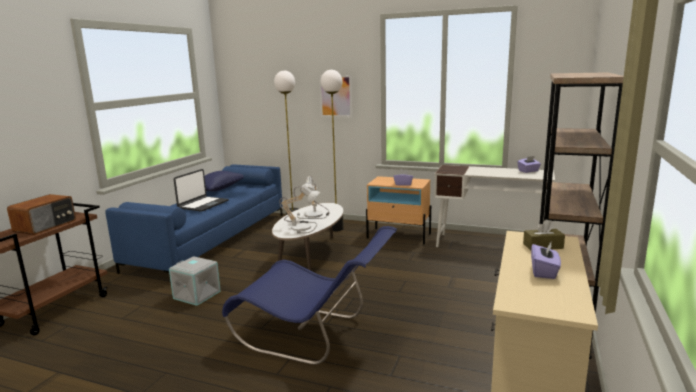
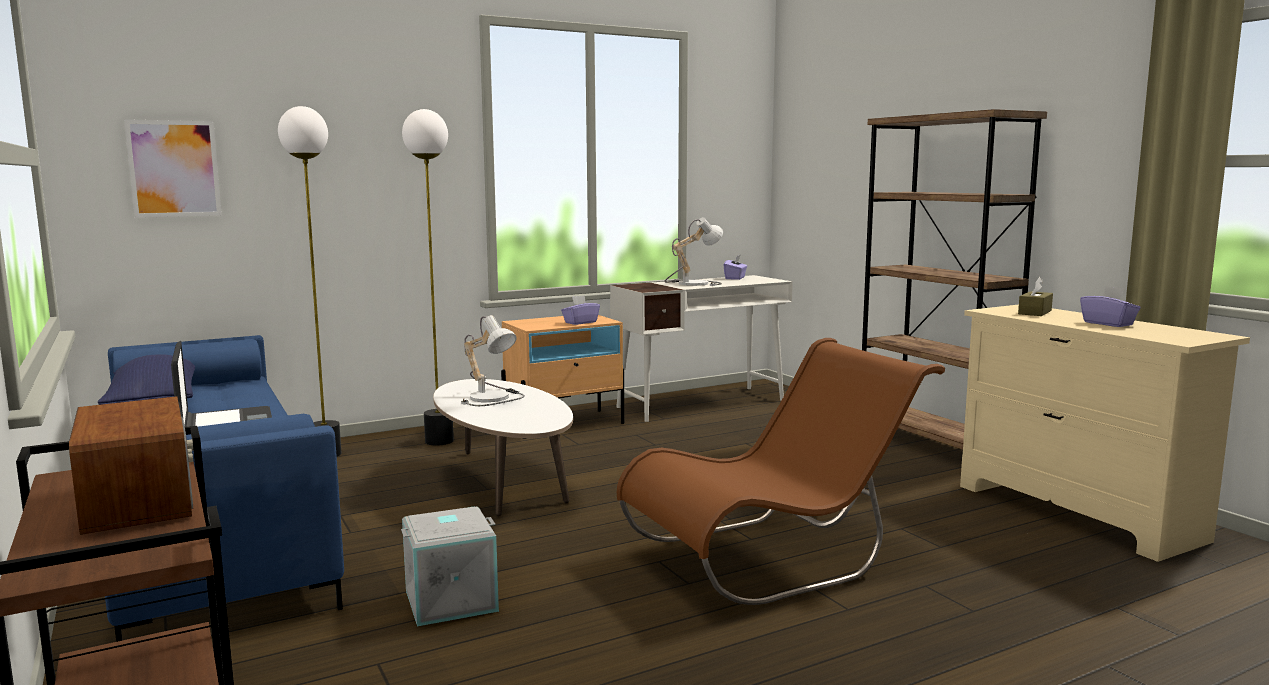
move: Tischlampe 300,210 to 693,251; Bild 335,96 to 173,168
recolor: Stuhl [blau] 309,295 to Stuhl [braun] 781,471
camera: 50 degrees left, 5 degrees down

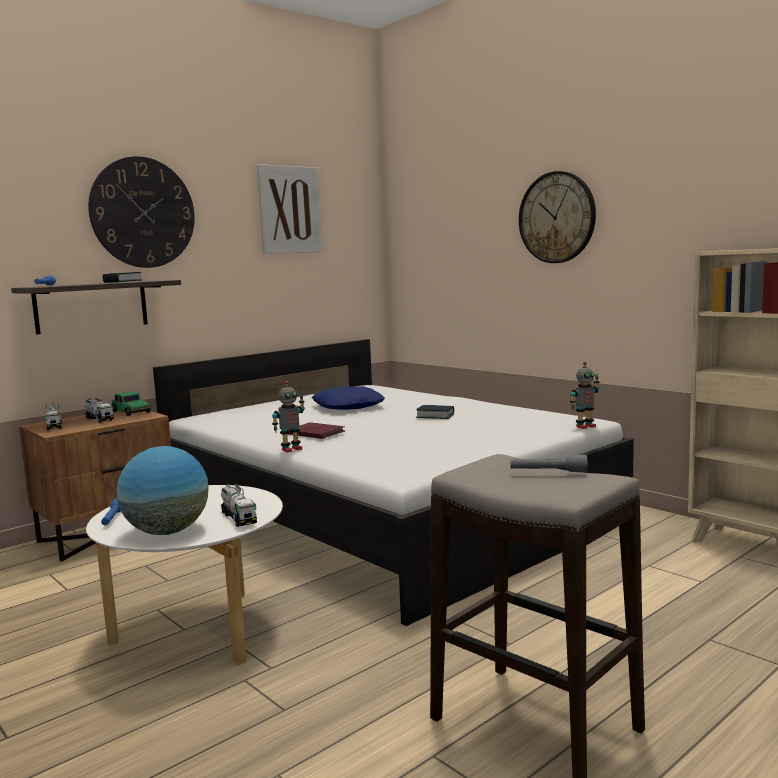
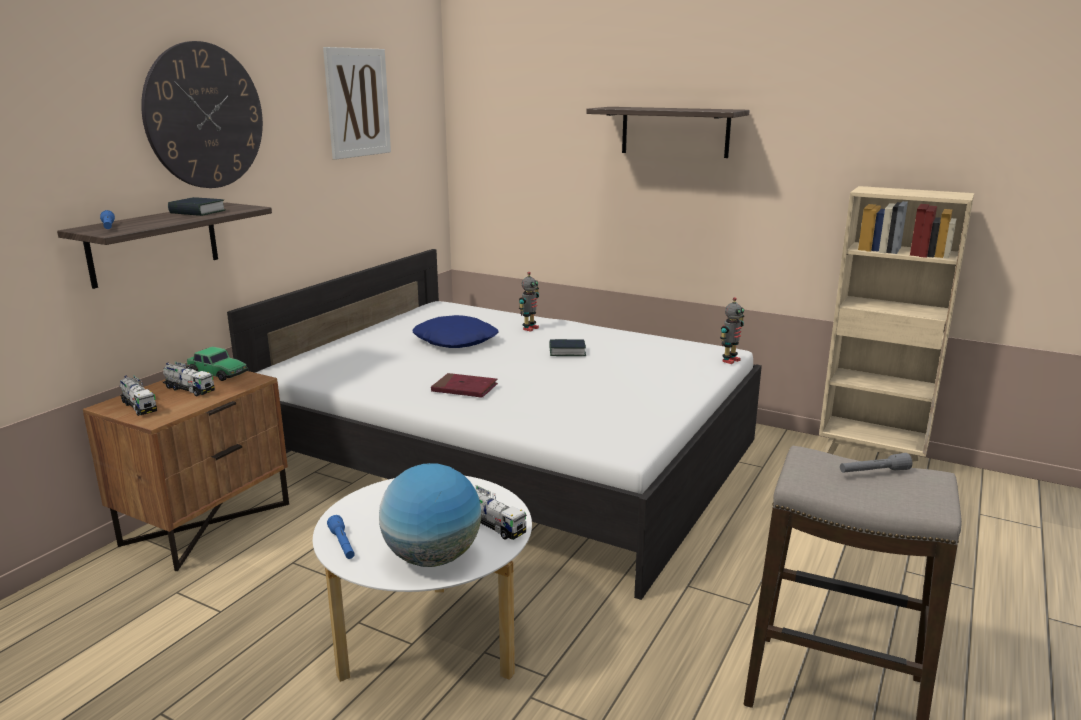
move: Spielzeugroboter 288,416 to 529,302
replace: Wanduhr 557,217 to Wandregal 668,132
camera: 20 degrees left, 10 degrees up

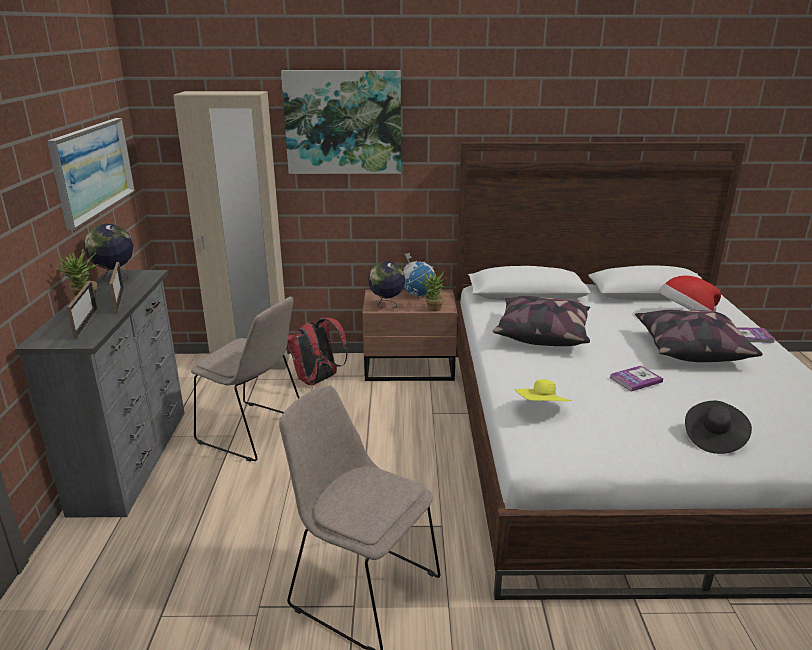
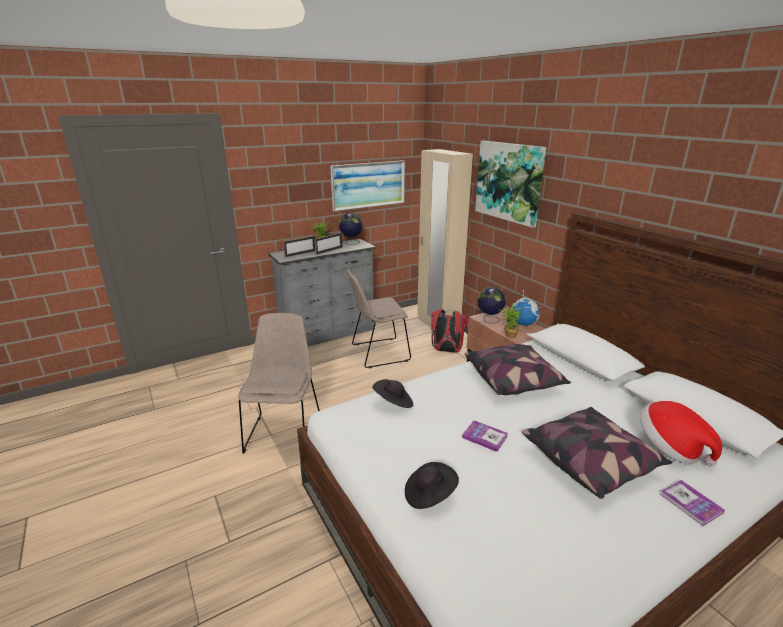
recolor: Hut [gelb] 543,390 to Hut [schwarz] 392,393
rotate: Stuhl [beige] 245,379 = 379,318 75 degrees clockwise
camera: 60 degrees right, 0 degrees up

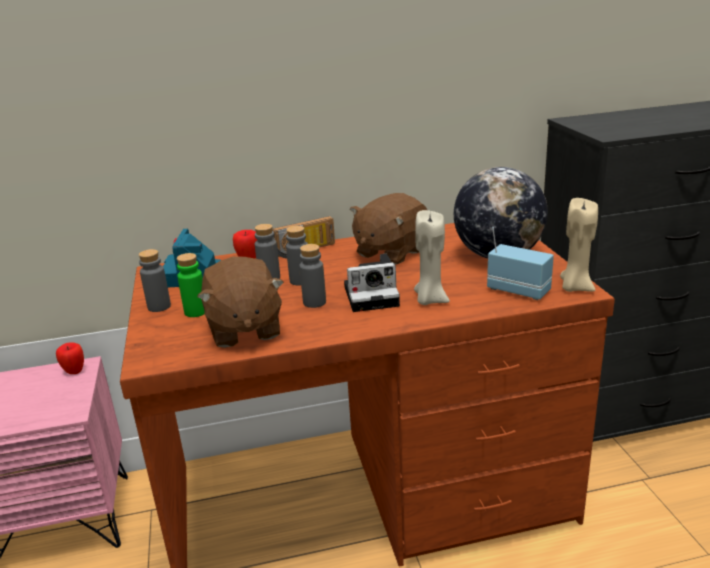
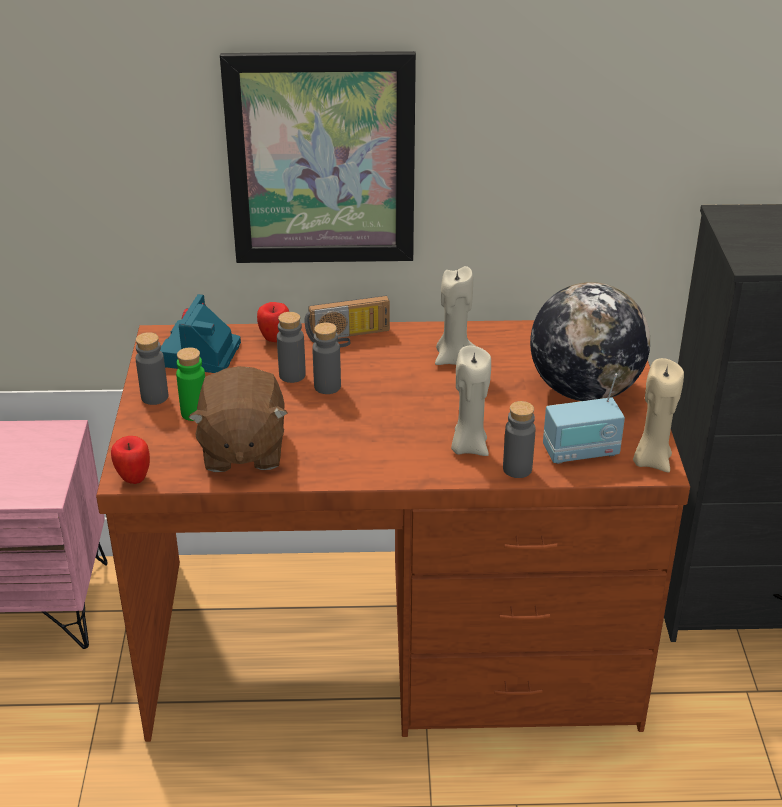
delete: Kamera 372,283
insert: Bild 318,157
move: Apfel 70,358 to 130,460; Flasche [grau] 312,276 to 519,439
replace: Plüschtier [braun] 388,229 to Kerze [beige] 455,315
rotate: Radio 520,263 = 584,419 120 degrees clockwise
camera: 10 degrees right, 10 degrees up

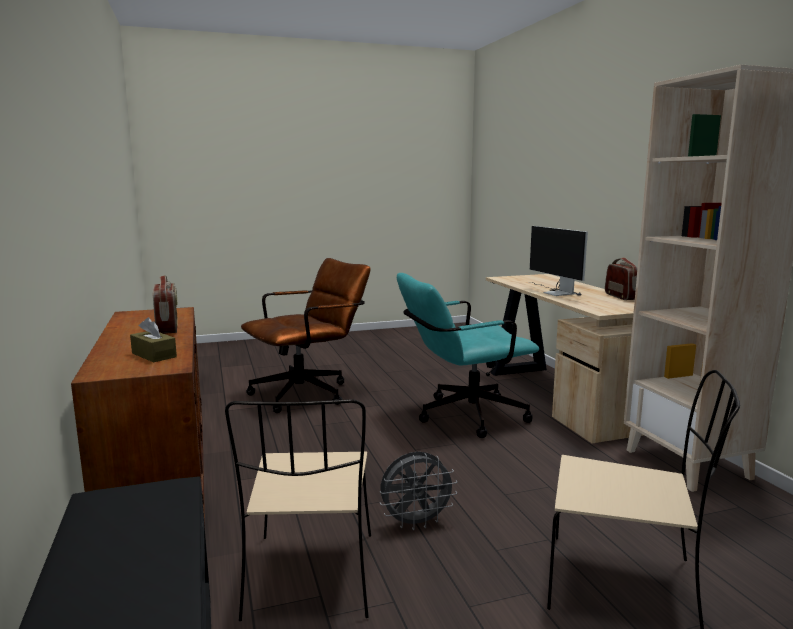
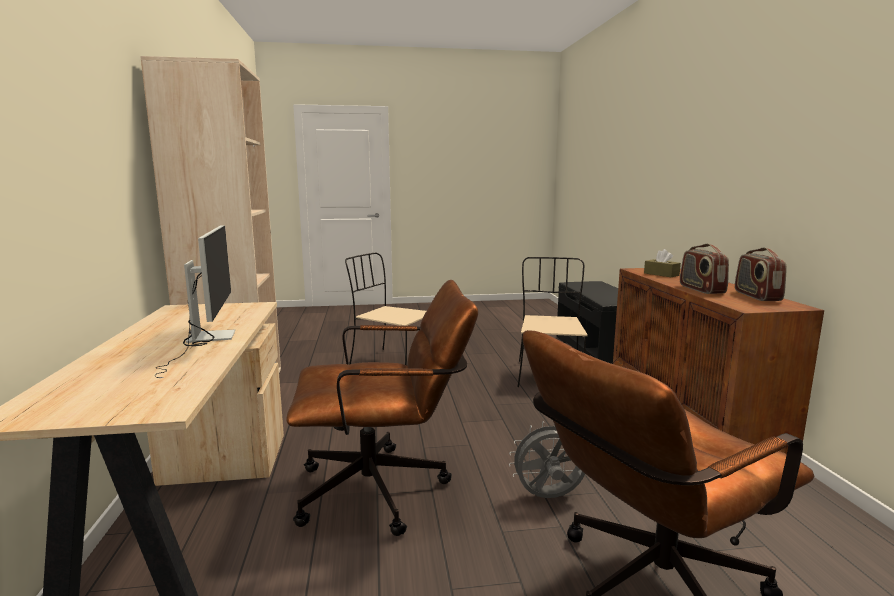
move: Ventilator [grau] 418,490 to 547,459; Radio 621,278 to 761,274
recolor: Bürostuhl [türkis] 468,355 to Bürostuhl [braun] 382,408
camera: 170 degrees left, 0 degrees up

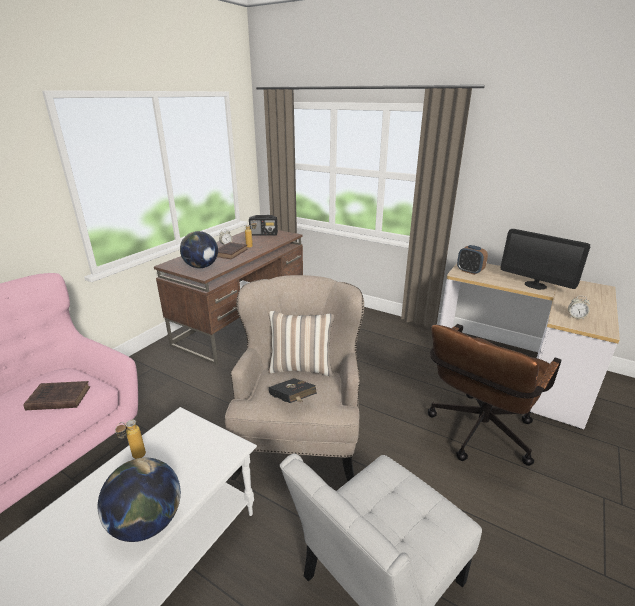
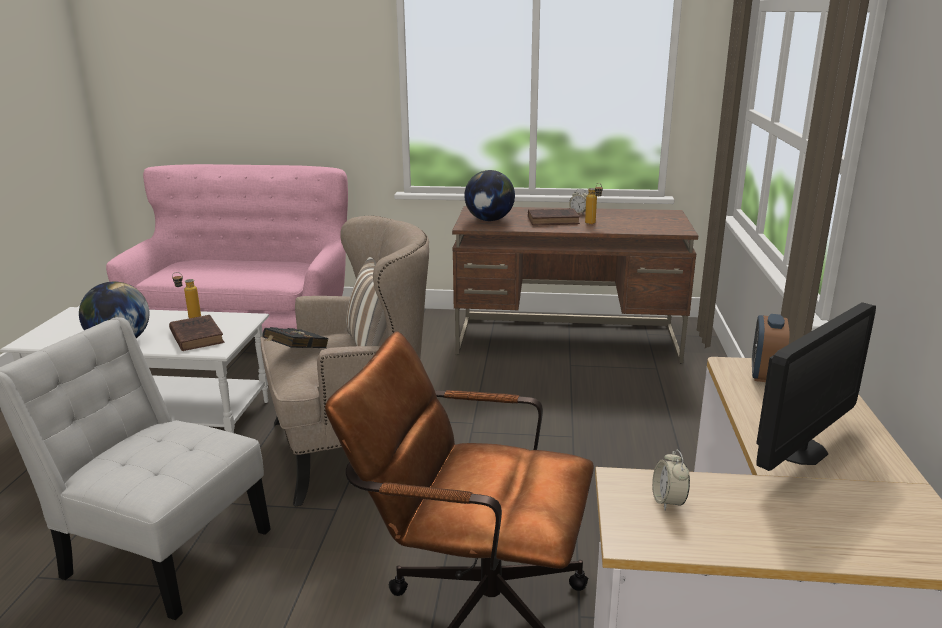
delete: Radio 263,225
move: Buch [braun] 57,395 to 196,333
rotate: Monitor 545,259 = 816,386 150 degrees counterclockwise
camera: 65 degrees right, 5 degrees down

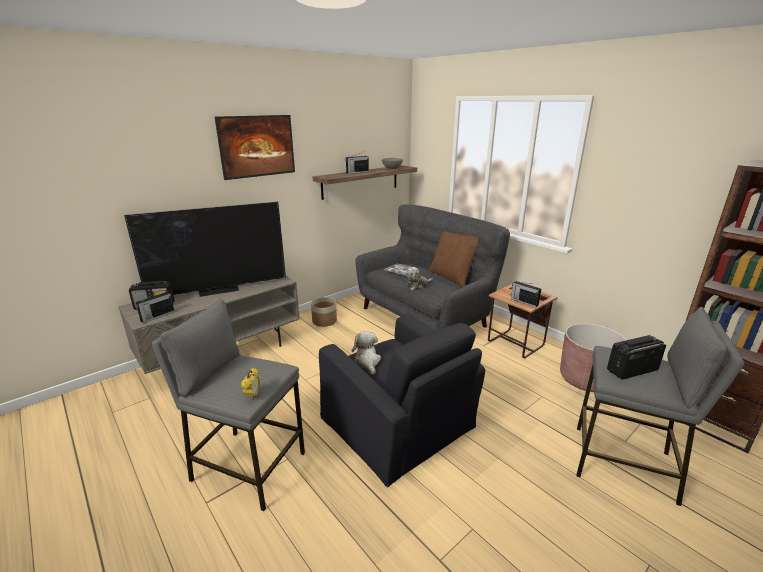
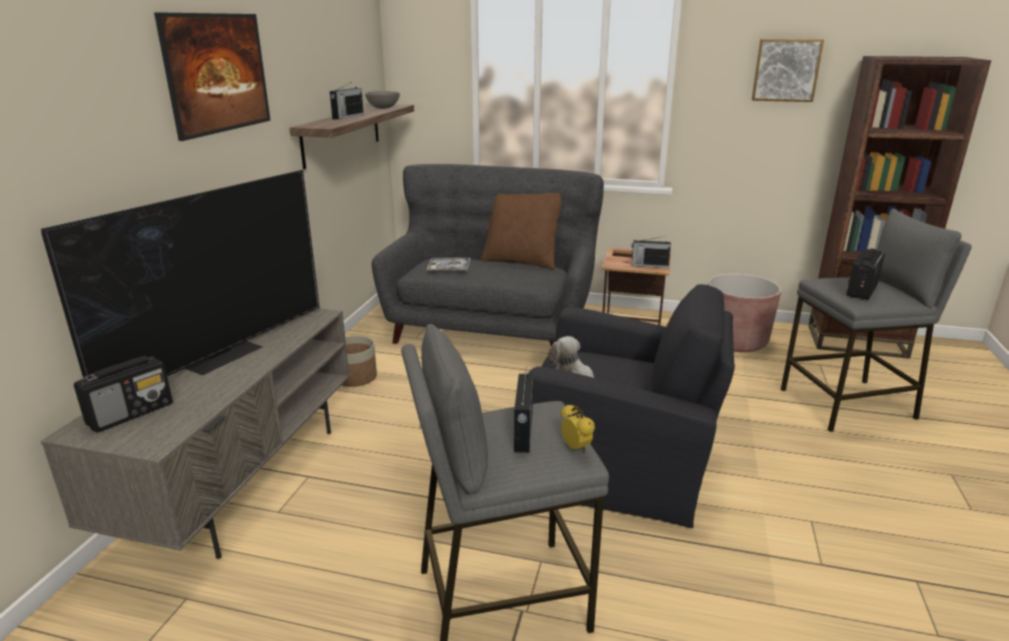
delete: Plüschtier 419,278
insert: Bild 788,70
move: Radio 155,305 to 523,412
camera: 35 degrees left, 0 degrees up

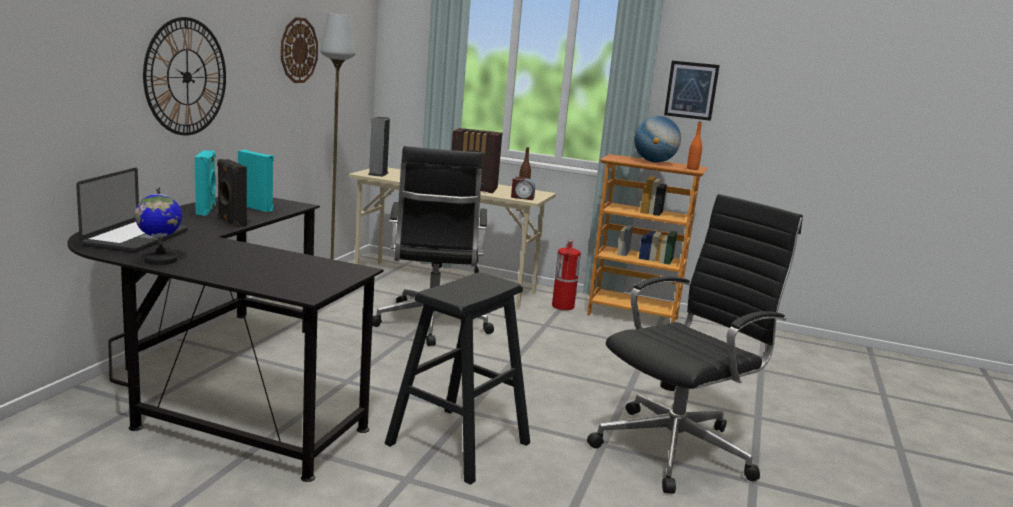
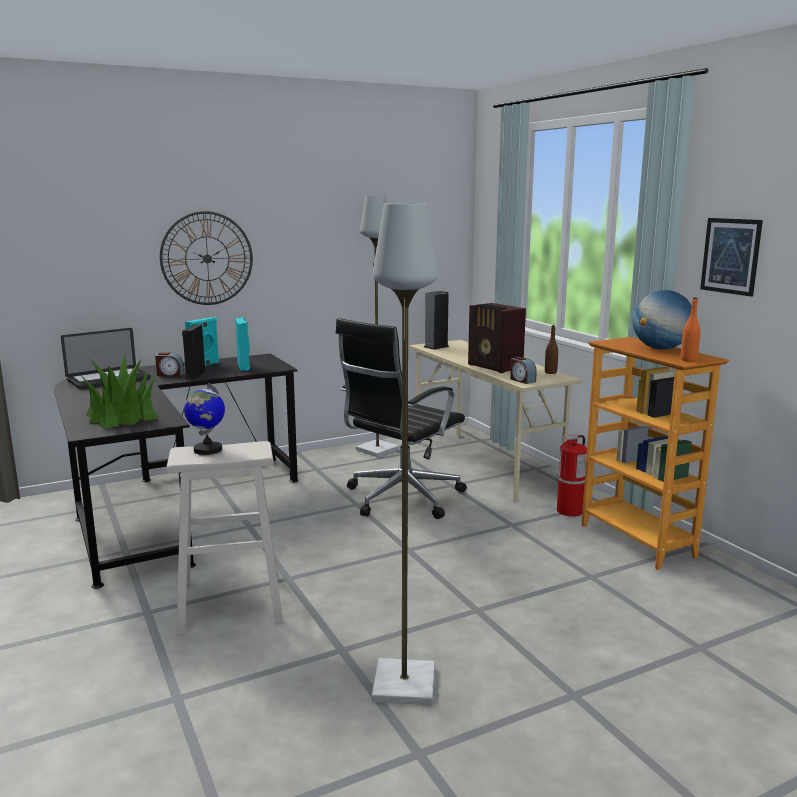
delete: Wanduhr 299,50
insert: Topfpflanze 120,392; Wecker 169,364
move: Globus 158,226 to 204,419
replace: Bürostuhl [schwarz] 695,344 to Stehlampe [grau] 405,454
recolor: Hocker [schwarz] 457,378 to Hocker [beige] 225,538
camera: 45 degrees right, 0 degrees up

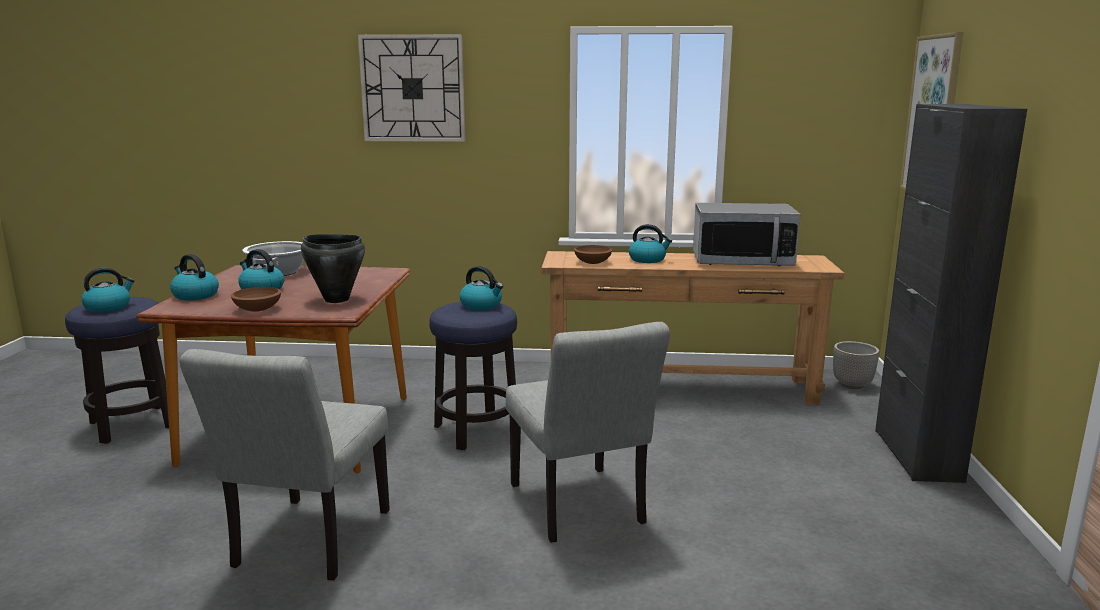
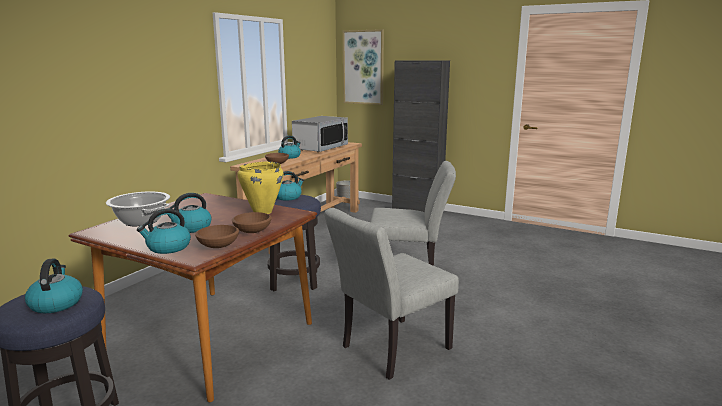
delete: Wanduhr 411,88
insert: Schüssel [braun] 217,236
recolor: Kochtopf [schwarz] 333,268 to Kochtopf [gelb] 260,187
rotate: Stuhl [grau] 285,464 = 391,294 105 degrees clockwise
camera: 65 degrees left, 0 degrees up

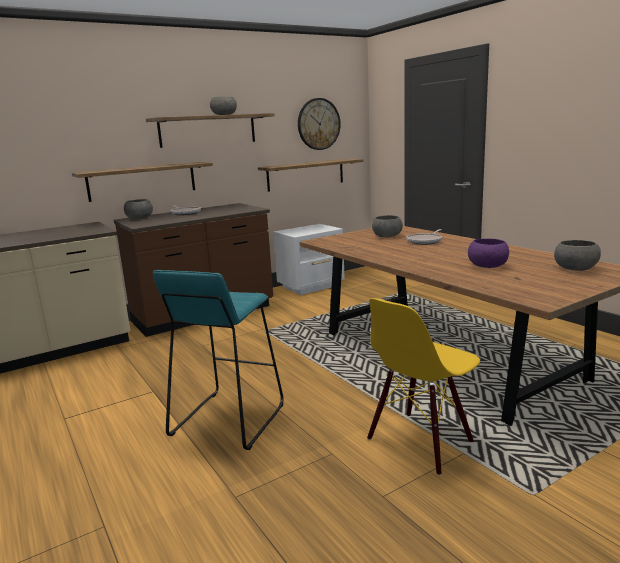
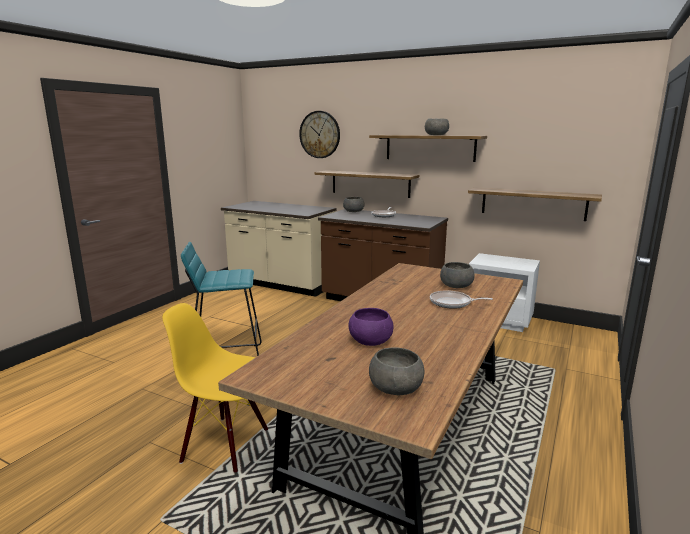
move: Wanduhr 319,124 to 319,134
camera: 60 degrees right, 0 degrees up

